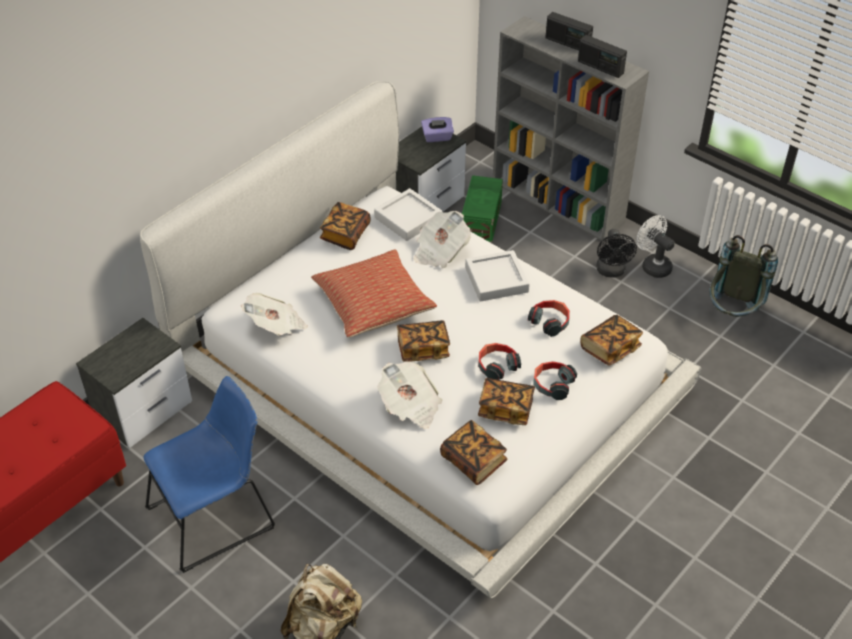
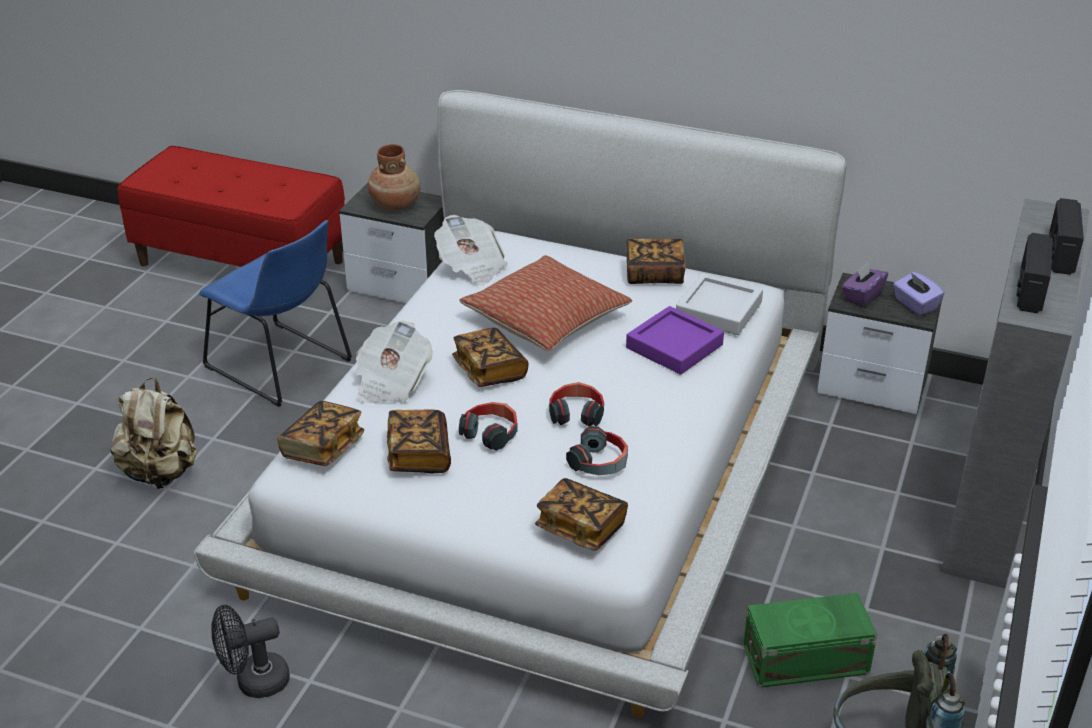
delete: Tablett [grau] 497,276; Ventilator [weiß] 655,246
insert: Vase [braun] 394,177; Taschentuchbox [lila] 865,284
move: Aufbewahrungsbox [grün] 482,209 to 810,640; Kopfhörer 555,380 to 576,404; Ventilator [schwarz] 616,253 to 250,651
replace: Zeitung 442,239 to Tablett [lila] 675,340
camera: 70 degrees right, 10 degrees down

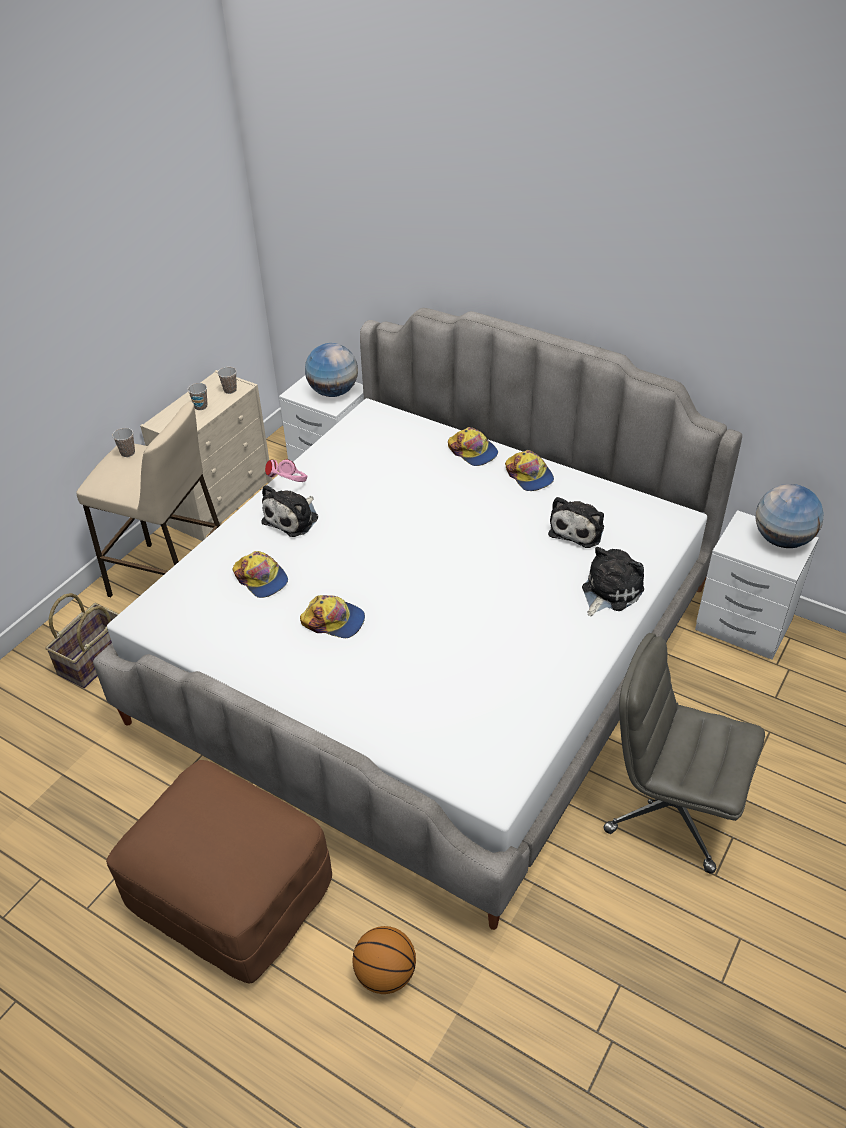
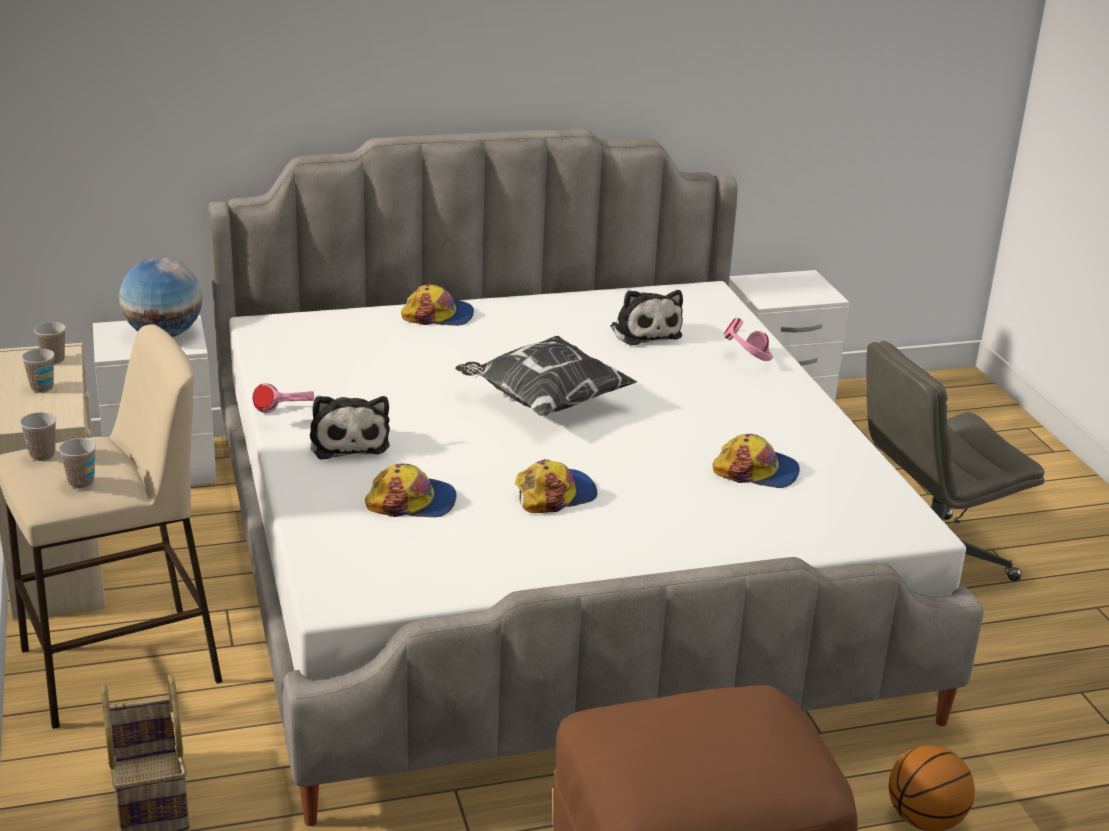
delete: Globus 789,516
insert: Tasse 77,463; Kissen 546,376
move: Kappe 529,470 to 756,461
replace: Plüschtier 613,581 to Kopfhörer [rosa] 748,339
camera: 50 degrees left, 15 degrees down

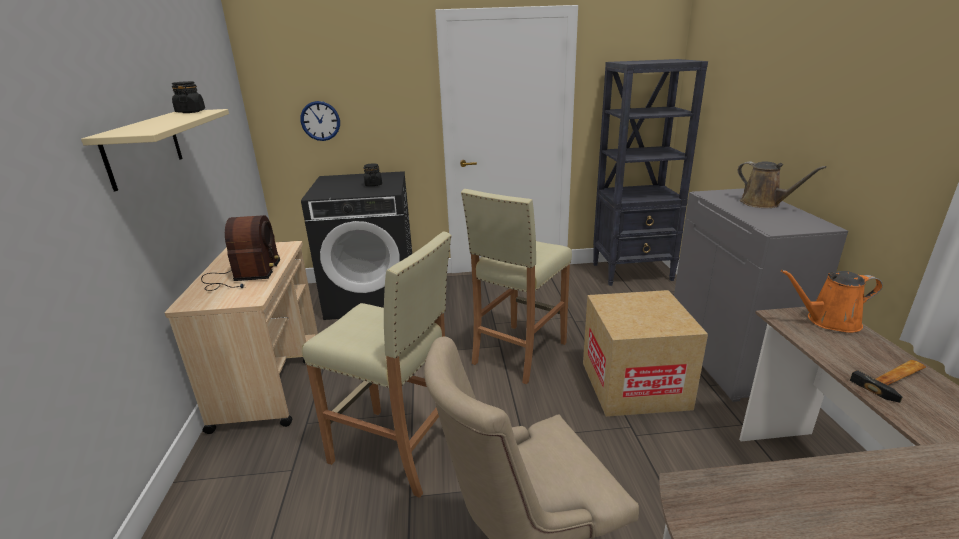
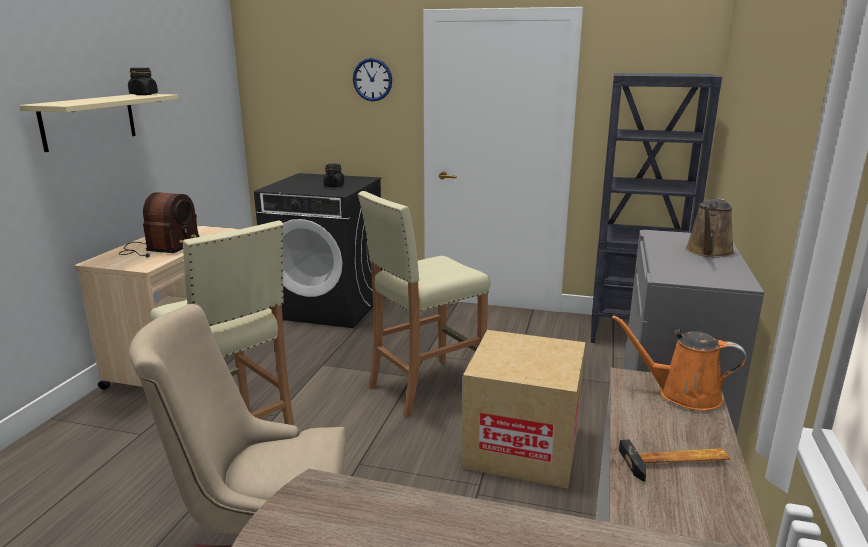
move: Wanduhr 320,121 to 372,79
rotate: Gießkanne [braun] 781,184 = 710,228 45 degrees clockwise
camera: 20 degrees right, 5 degrees down

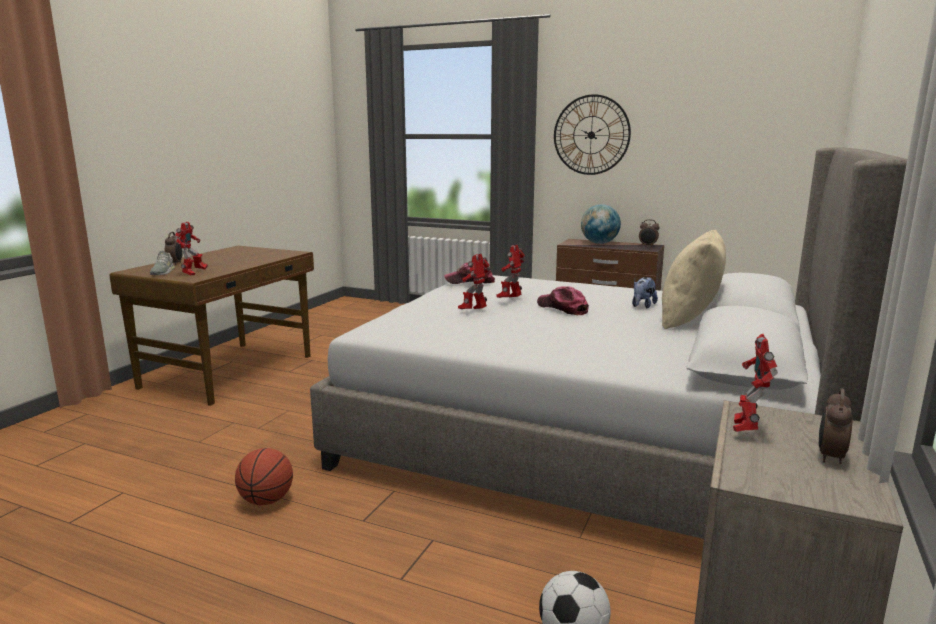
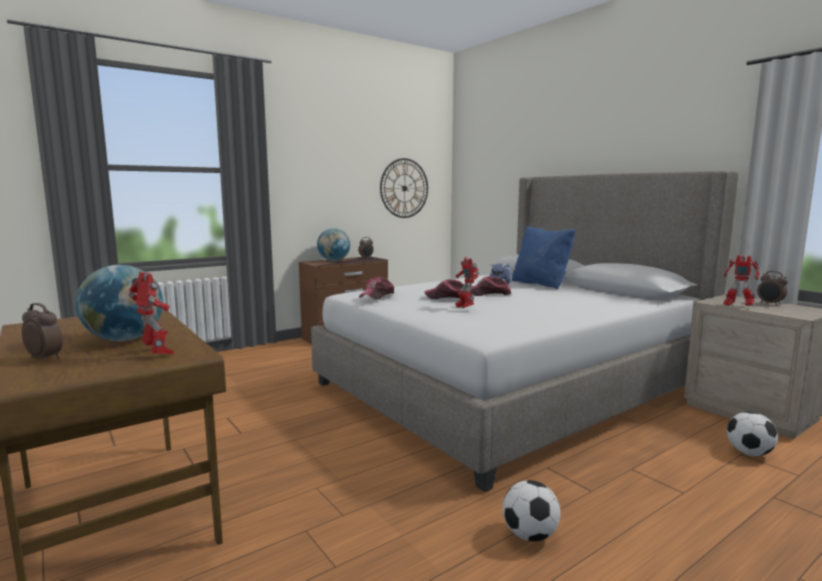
delete: Schuh [grau] 162,263
insert: Globus 119,303
move: Wanduhr 592,134 to 404,188
replace: Basketball 264,476 to Fußball 532,510; Spielzeugroboter 510,271 to Kappe 448,289
recolor: Kissen [beige] 694,279 to Kissen [blau] 543,258
camera: 60 degrees left, 5 degrees down

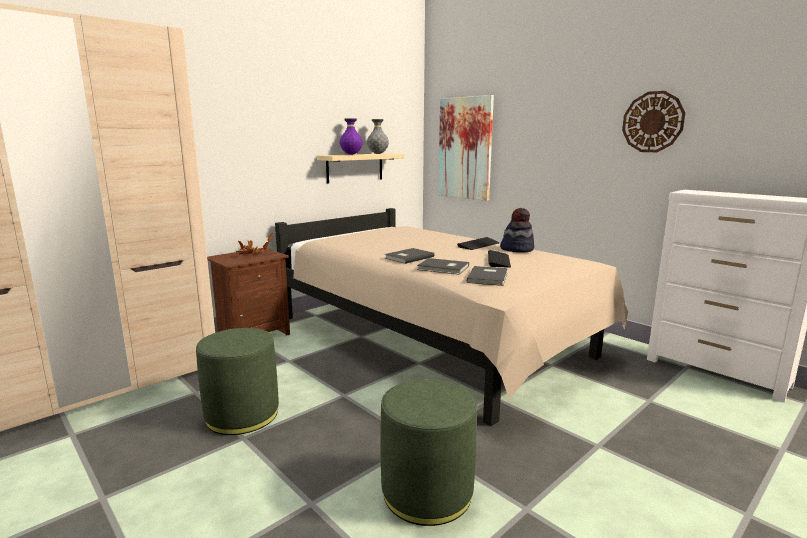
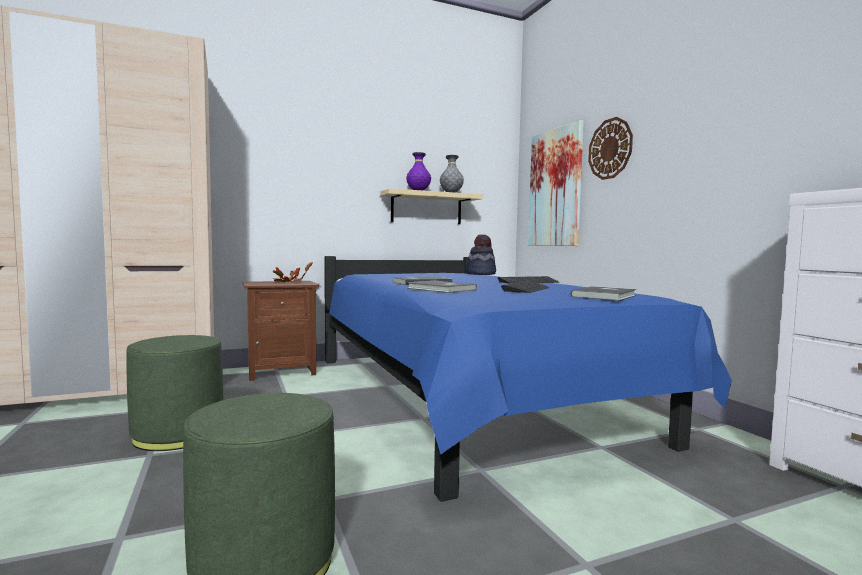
move: Buch [grau] 487,276 to 603,293; Hut 517,230 to 480,254; Wanduhr 654,121 to 610,148
recolor: Bett [beige] 451,317 to Bett [blau] 528,379
camera: 20 degrees right, 10 degrees down

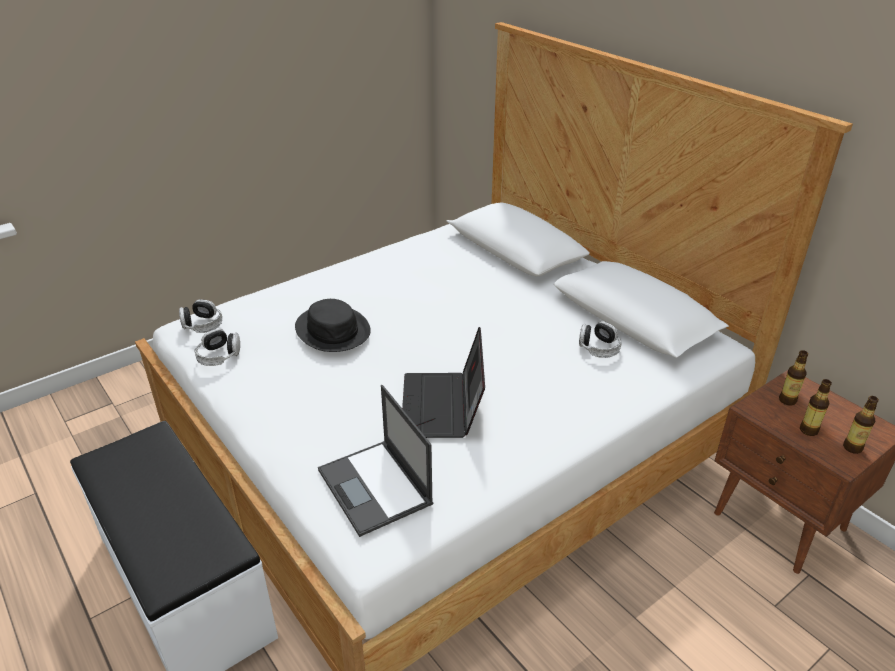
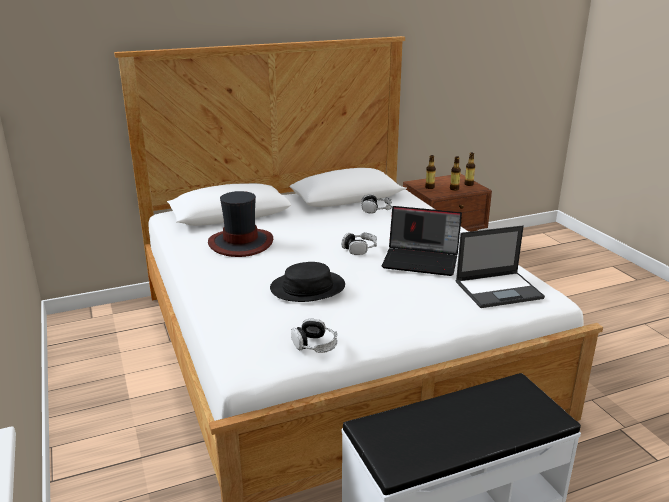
insert: Hut 240,224
move: Kopfhörer 200,316 to 359,244
camera: 75 degrees left, 10 degrees down

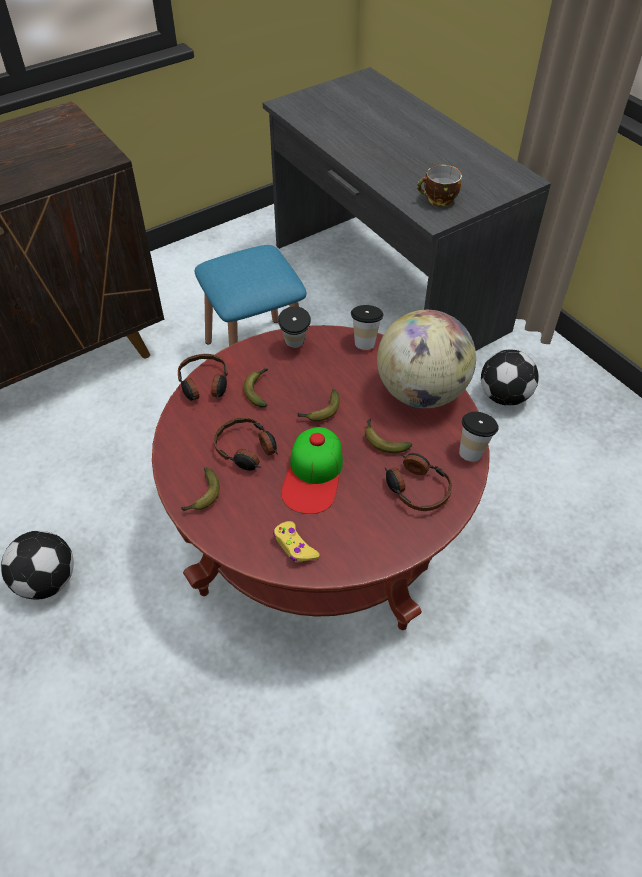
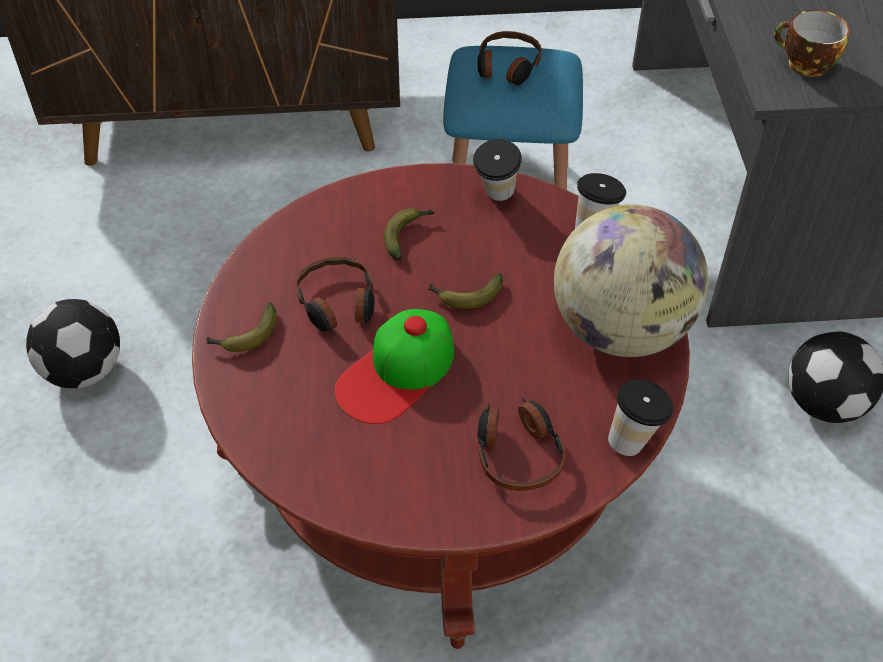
delete: Gamepad [gelb] 296,541; Banane 388,436
move: Kopfhörer 203,378 to 510,58
camera: 30 degrees right, 0 degrees up

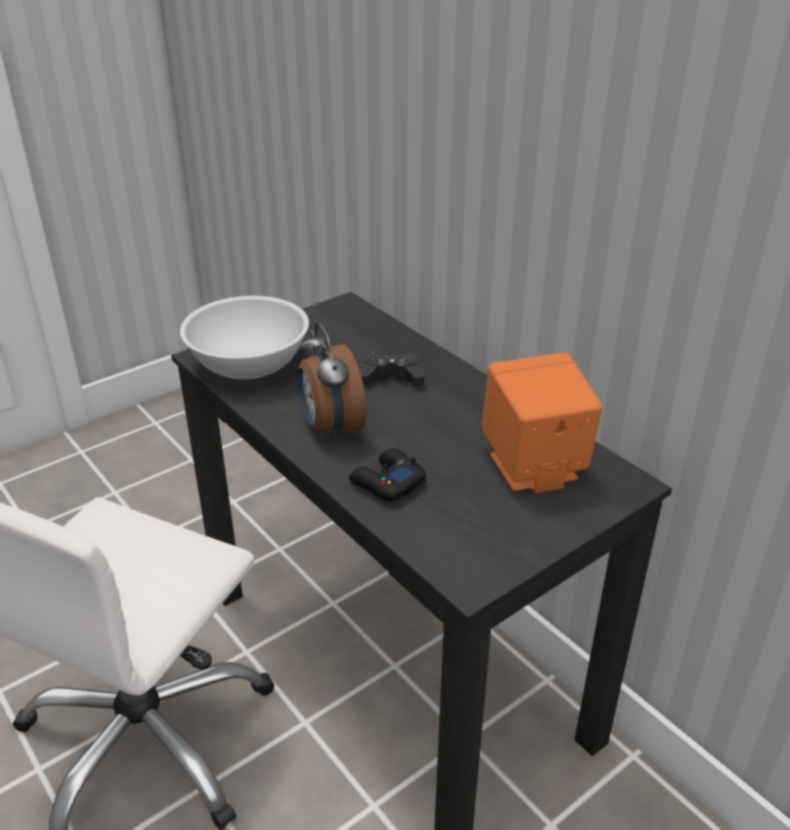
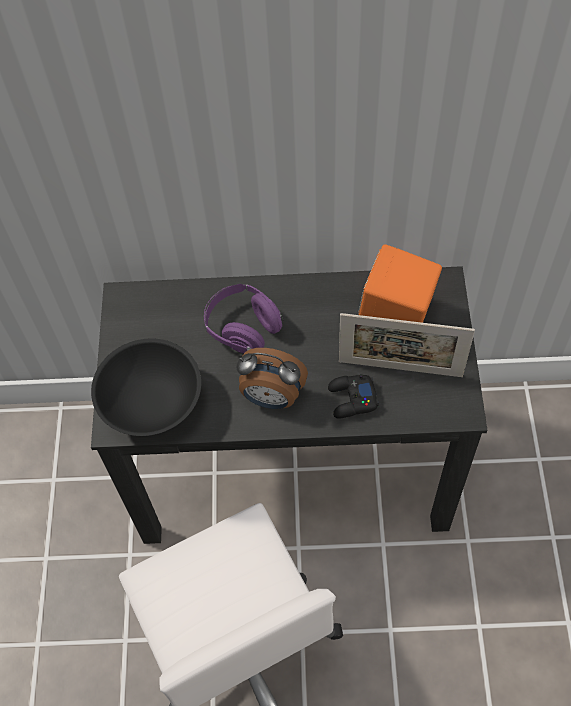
insert: Bilderrahmen 407,345
replace: Gamepad [schwarz] 391,369 to Kopfhörer [lila] 244,319
recolor: Schüssel [weiß] 244,337 to Schüssel [schwarz] 146,387
camera: 50 degrees left, 25 degrees up

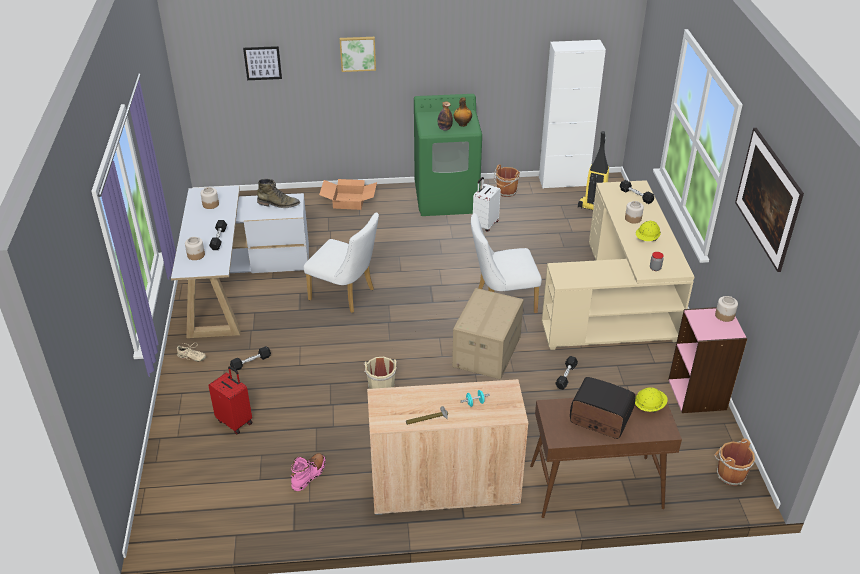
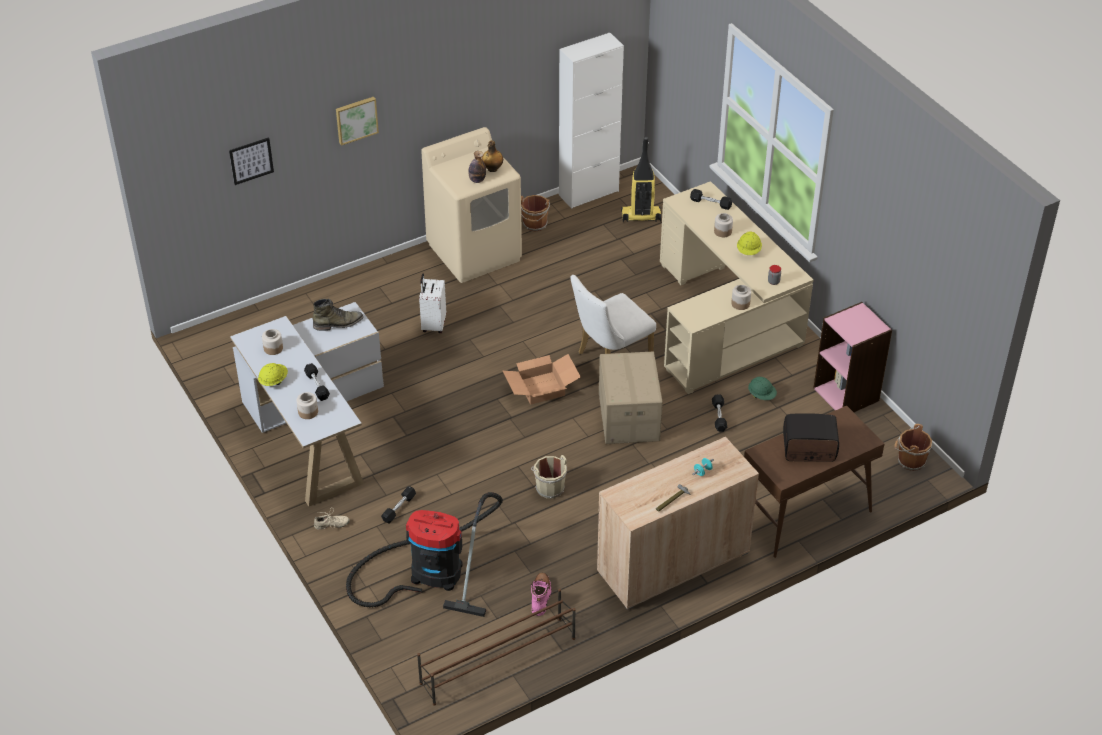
delete: Stuhl [weiß] 341,262; Bild 769,200
insert: Schuhregal [braun] 496,647; Schutzhelm [grün] 762,388
move: Karton 348,194 to 542,379; Koffer [weiß] 487,204 to 432,303; Schutzhelm [gelb] 651,400 to 273,374; Vorratsglas 726,309 to 741,297
replace: Koffer [rot] 230,400 to Staubsauger 424,554
recolor: Waschmaschine [grün] 448,155 to Waschmaschine [beige] 471,205
camera: 25 degrees left, 5 degrees up

